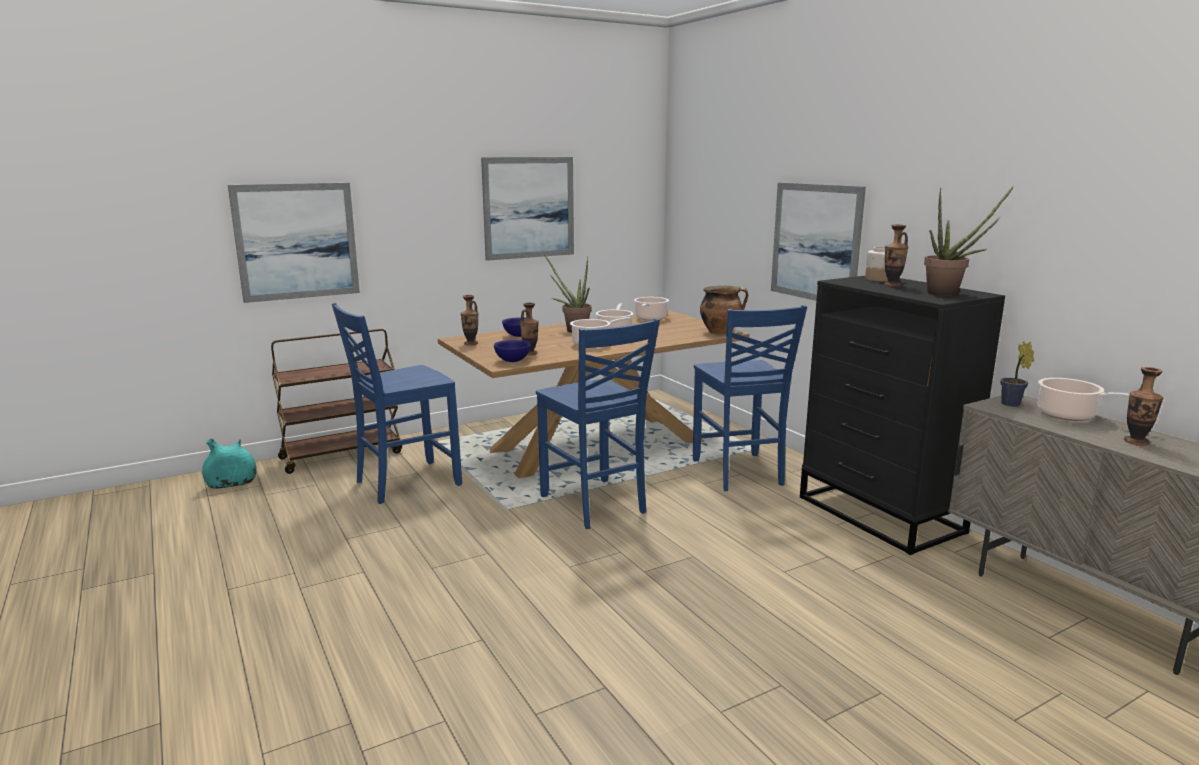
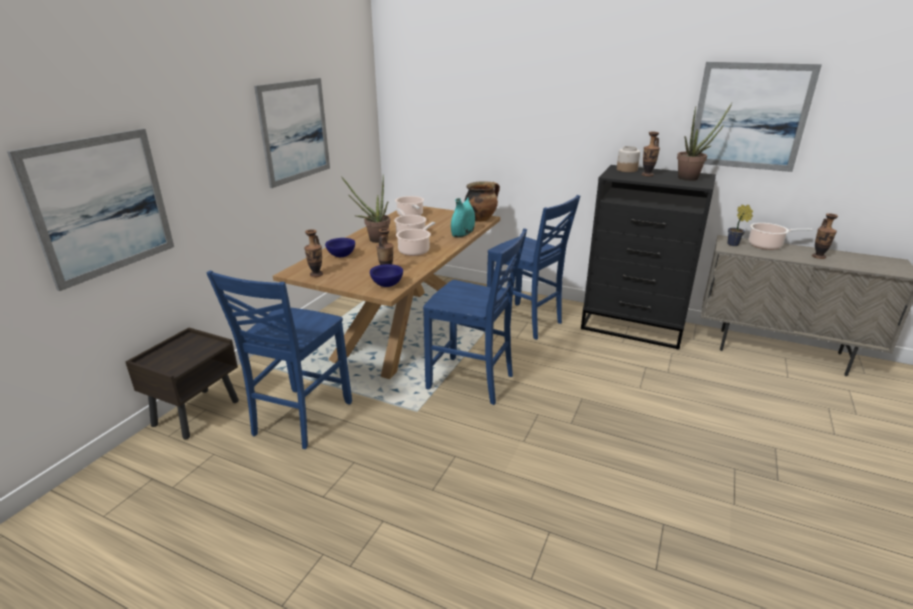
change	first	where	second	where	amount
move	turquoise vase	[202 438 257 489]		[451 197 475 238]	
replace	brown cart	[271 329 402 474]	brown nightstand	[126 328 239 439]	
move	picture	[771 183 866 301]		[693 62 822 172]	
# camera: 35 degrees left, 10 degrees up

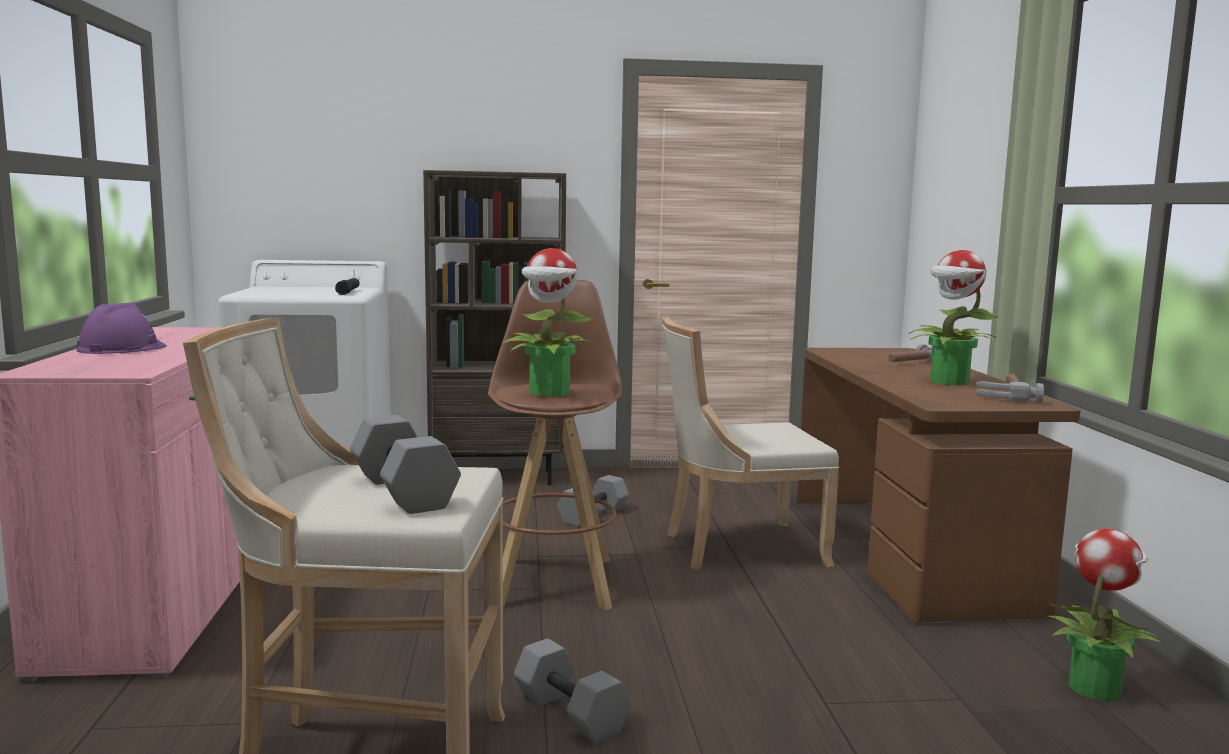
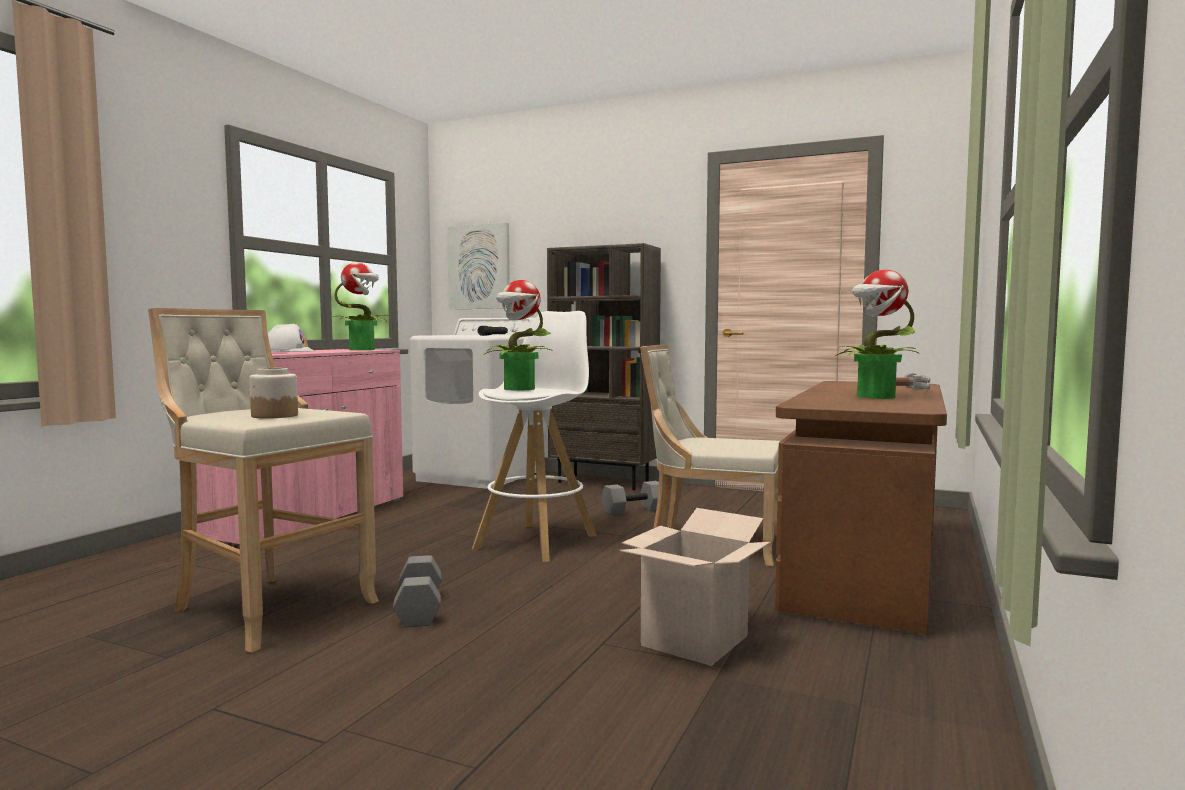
change	first	where	second	where	amount
recolor	purple hard hat	[76 302 167 354]	white hard hat	[268 324 315 352]	
replace	grey dumbbell	[350 415 461 514]	jar	[249 368 298 419]	
recolor	brown stool	[488 280 622 610]	white stool	[472 311 597 562]	
delete	hammer	[975 374 1044 403]			
move	potted plant	[1048 528 1163 701]		[333 263 390 350]	
insert			picture	[447 223 510 309]	
insert			cardboard box	[620 508 771 666]	
# camera: 30 degrees right, 5 degrees down

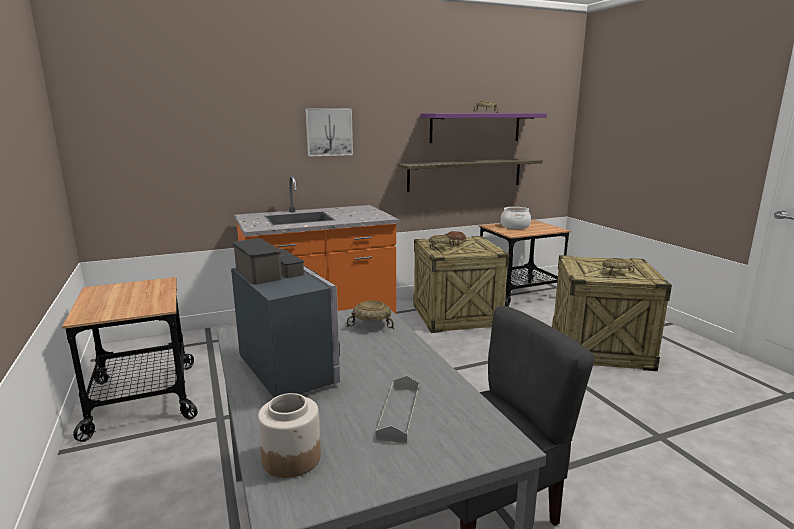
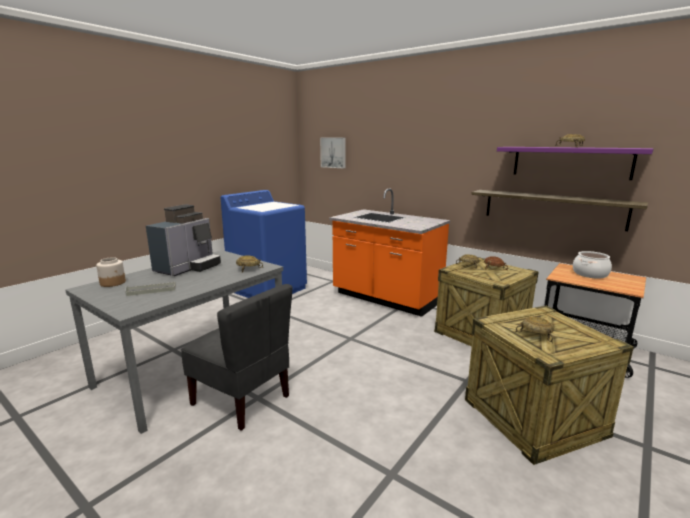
change	first	where	second	where	amount
replace	cart	[62 277 198 442]	blue washing machine	[221 190 307 298]	
move	picture	[306 109 353 157]		[320 137 346 168]	
# camera: 60 degrees right, 0 degrees up

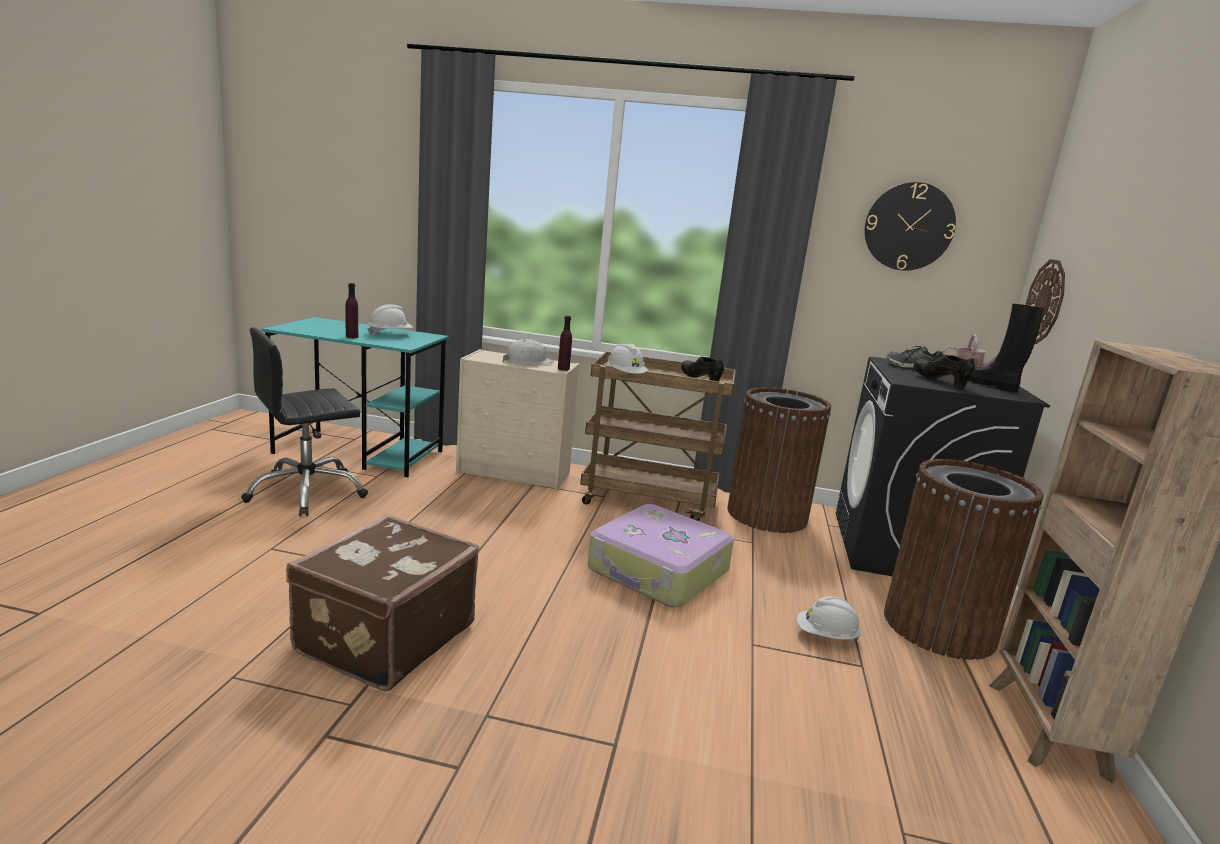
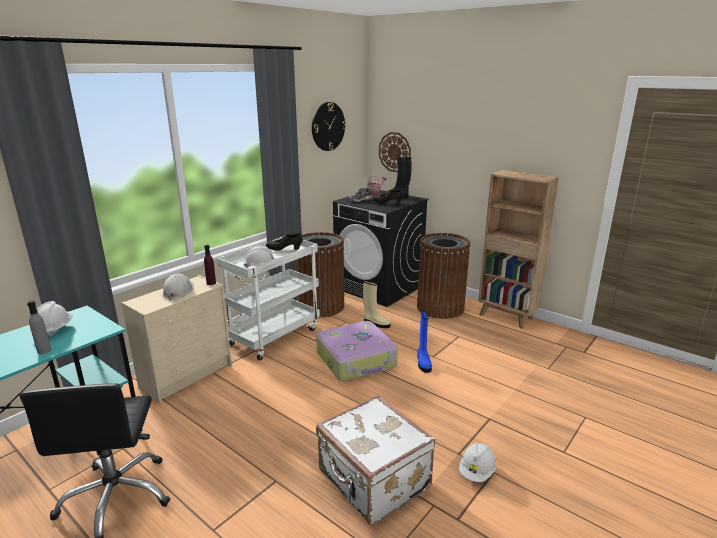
change	first	where	second	where	amount
recolor	brown suitcase	[286 514 479 691]	white suitcase	[316 395 435 525]	
recolor	purple bottle	[345 283 358 338]	grey bottle	[27 300 51 354]	
recolor	brown cart	[580 352 736 521]	white cart	[217 237 320 360]	
move	white hard hat	[797 596 861 641]		[459 442 496 482]	
insert			beige boot	[363 280 391 328]	
insert			blue boot	[417 310 432 373]	
# camera: 60 degrees left, 5 degrees up

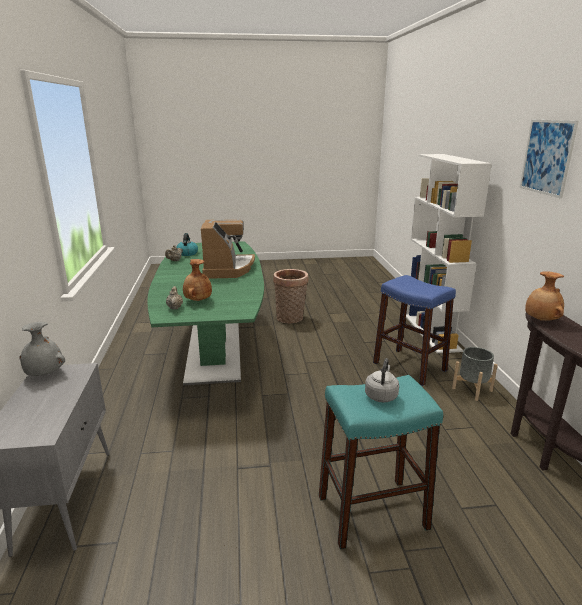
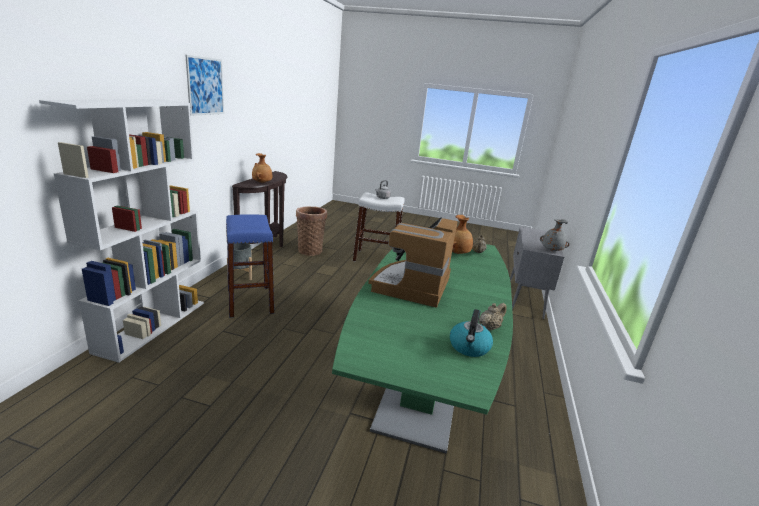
change	first	where	second	where	amount
move	basket	[273 269 308 324]		[296 206 327 256]	
recolor	turquoise stool	[319 375 443 549]	white stool	[353 192 404 261]	
# camera: 160 degrees left, 0 degrees up

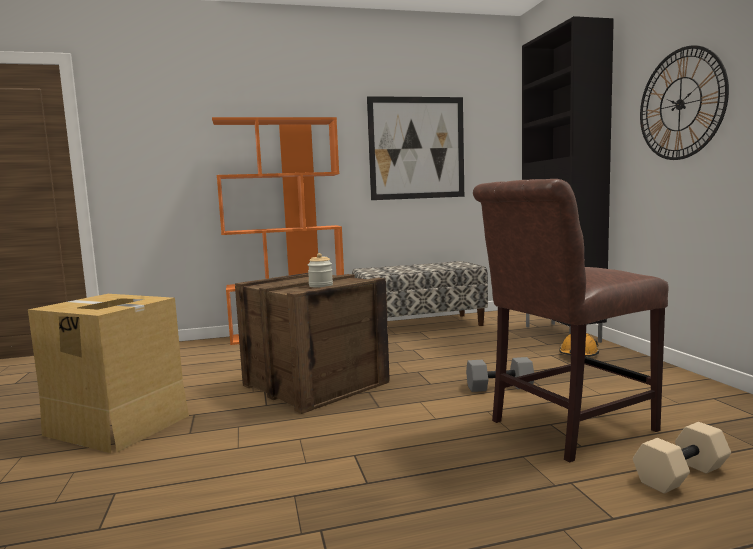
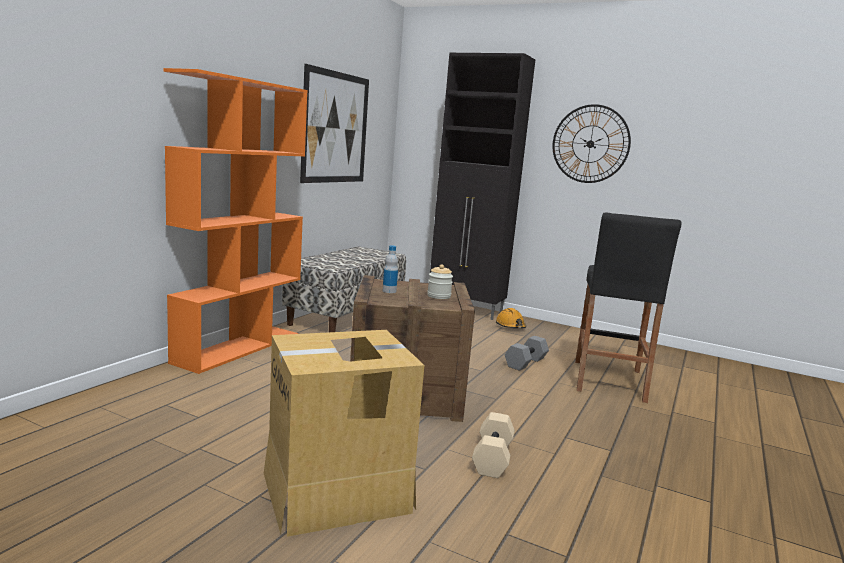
change	first	where	second	where	amount
replace	brown chair	[473 179 669 463]	black stool	[575 213 682 403]	
move	beige dumbbell	[633 422 731 494]		[472 412 515 478]	
insert			bottle	[383 245 398 293]	
# camera: 50 degrees left, 5 degrees up

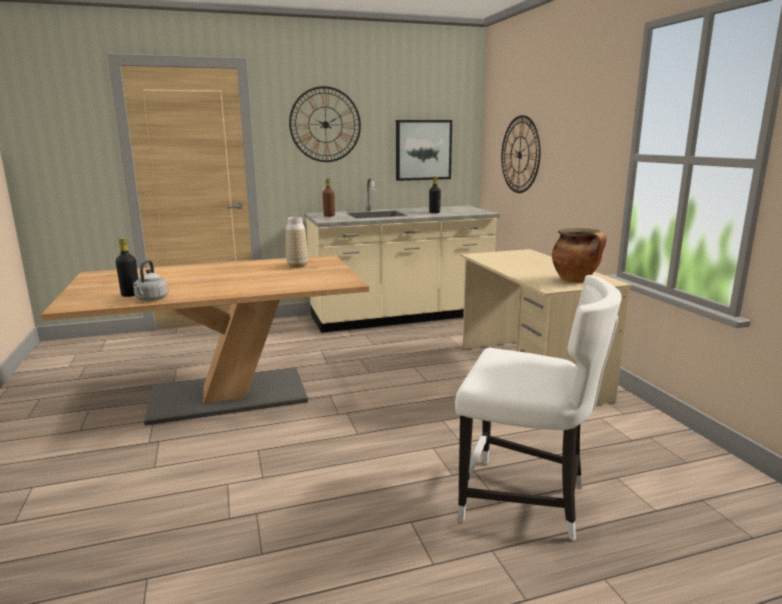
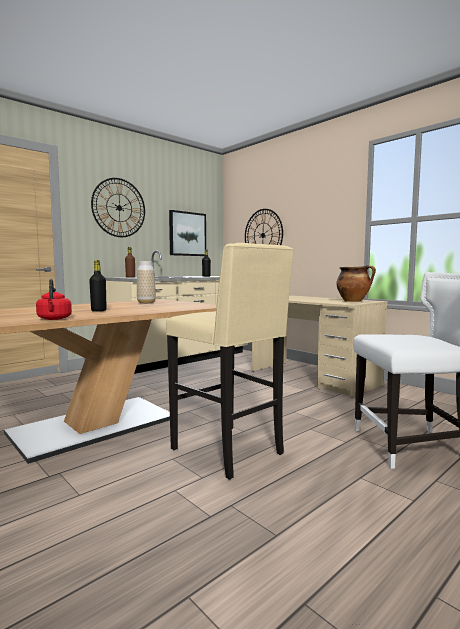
change	first	where	second	where	amount
move	black bottle	[116 238 138 297]		[89 260 106 312]	
recolor	grey kettle	[133 260 168 301]	red kettle	[36 279 72 320]	
insert			beige stool	[166 243 294 480]	
# camera: 25 degrees left, 10 degrees down

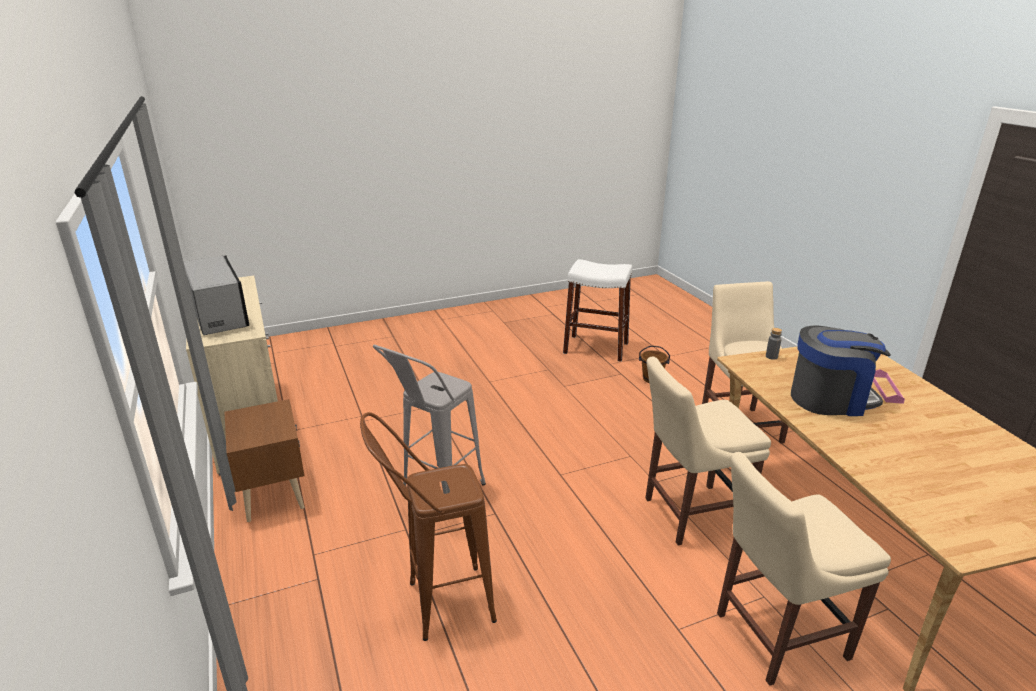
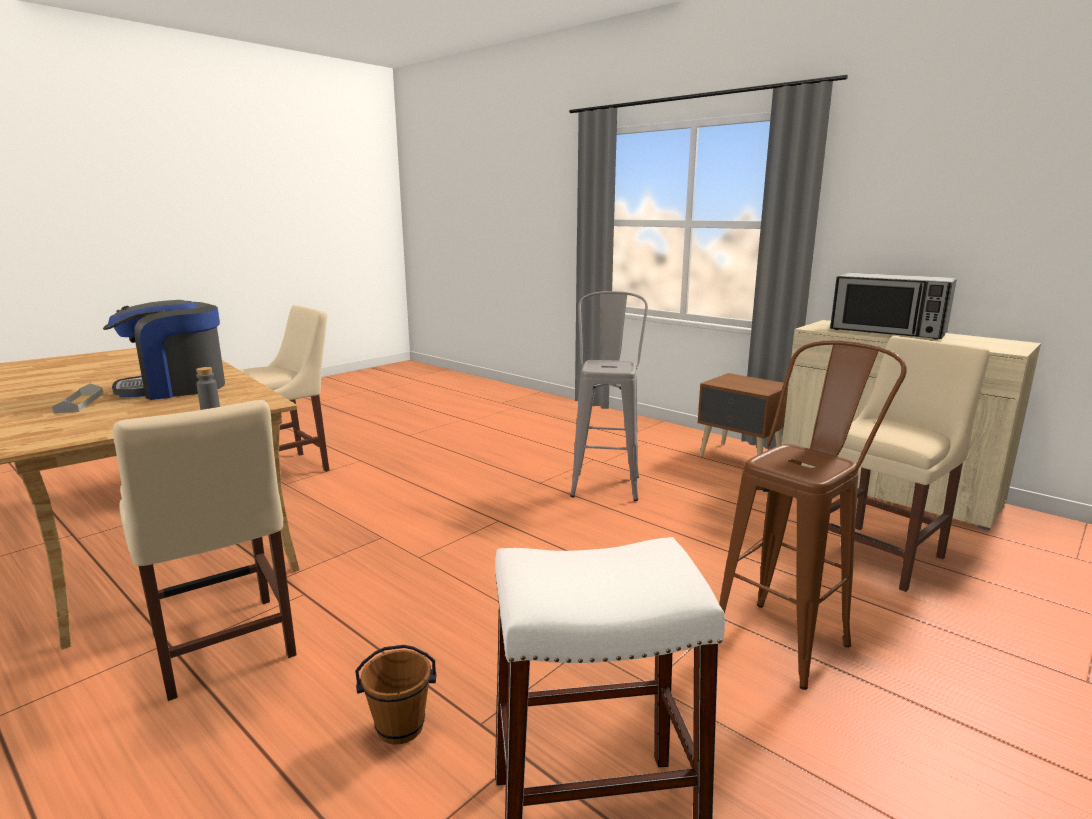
change	first	where	second	where	amount
move	brown stool	[360 412 497 641]		[719 340 907 690]	
move	beige chair	[645 357 771 545]		[828 336 990 592]	
recolor	pink tray	[873 369 905 404]	grey tray	[52 384 104 414]	
# camera: 155 degrees right, 10 degrees down

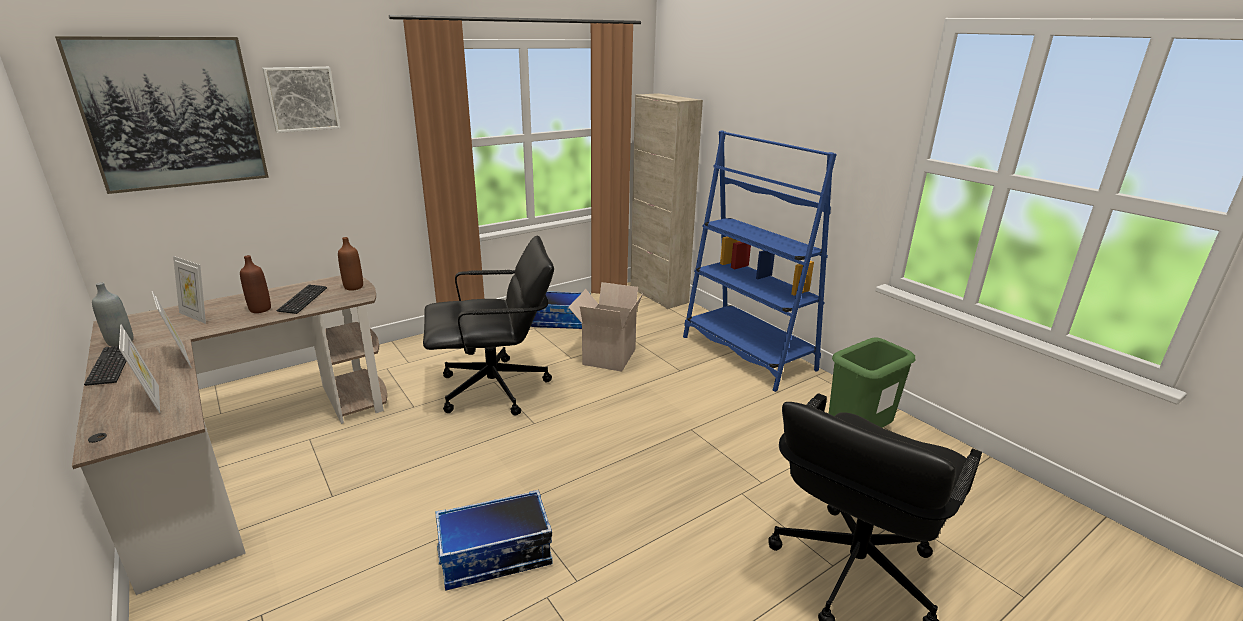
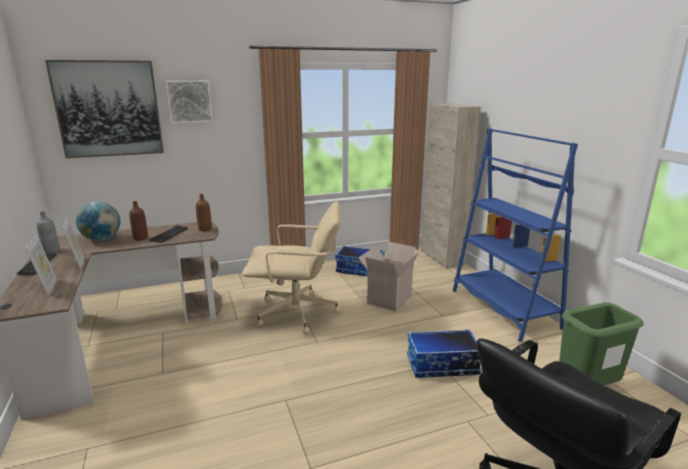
change	first	where	second	where	amount
replace	picture frame	[173 256 206 324]	globe	[76 202 120 241]	
recolor	black office chair	[423 235 554 416]	beige office chair	[242 201 340 334]	
move	storage box	[435 490 552 591]		[407 329 481 378]	
# camera: 15 degrees right, 5 degrees down

